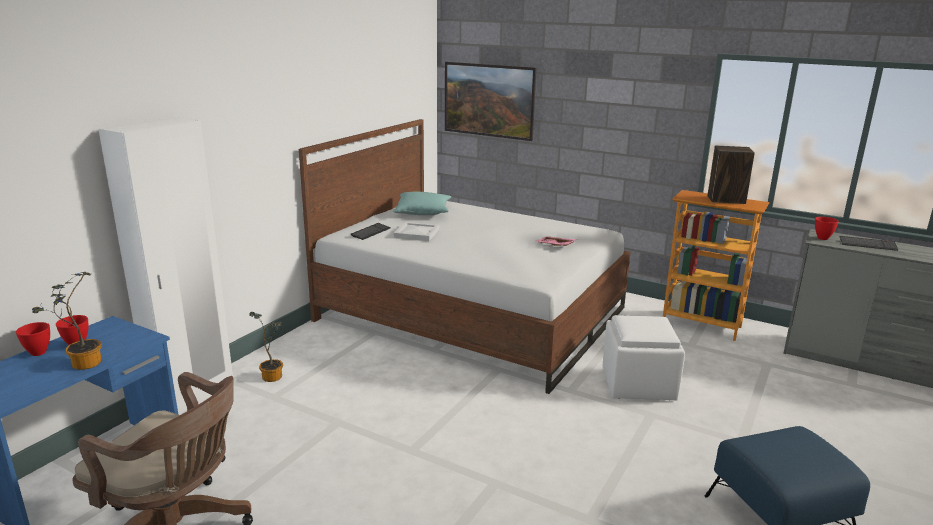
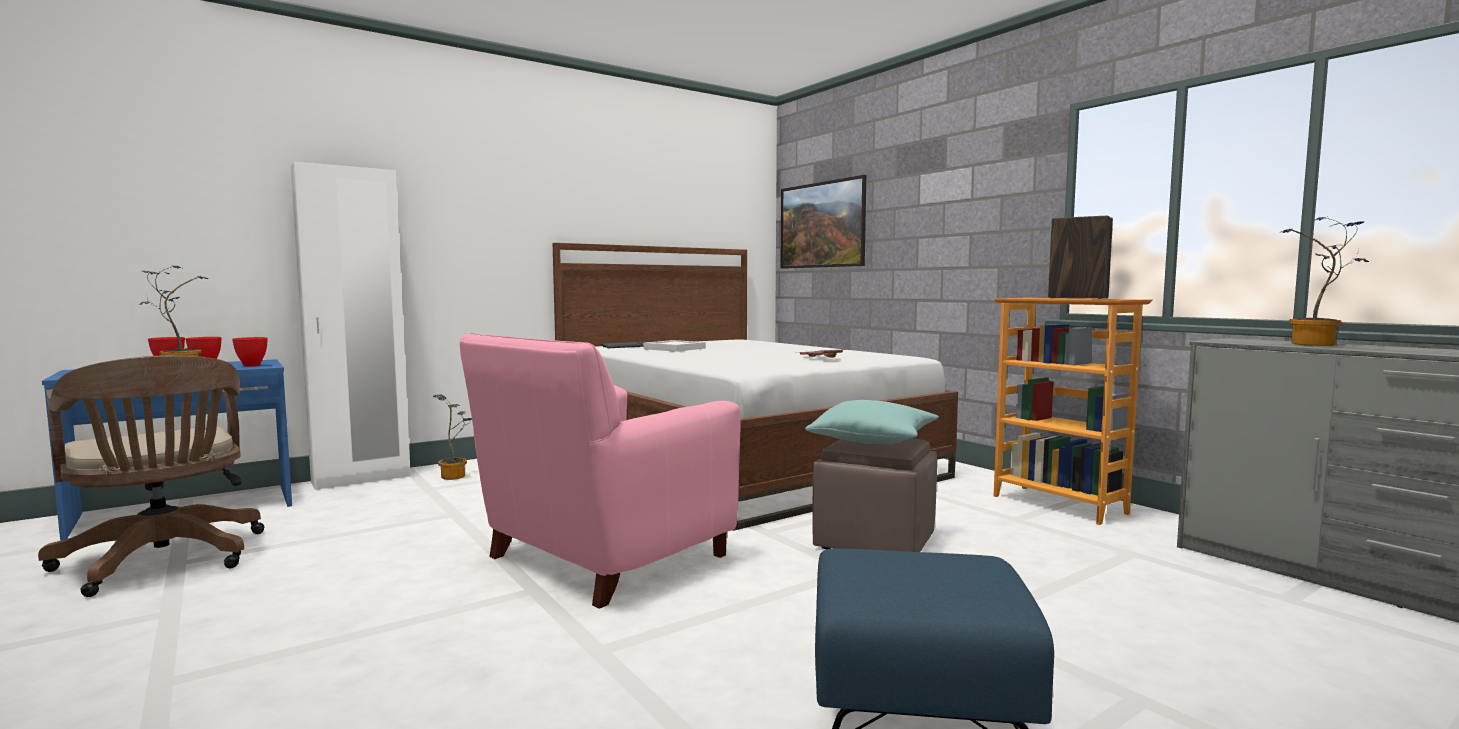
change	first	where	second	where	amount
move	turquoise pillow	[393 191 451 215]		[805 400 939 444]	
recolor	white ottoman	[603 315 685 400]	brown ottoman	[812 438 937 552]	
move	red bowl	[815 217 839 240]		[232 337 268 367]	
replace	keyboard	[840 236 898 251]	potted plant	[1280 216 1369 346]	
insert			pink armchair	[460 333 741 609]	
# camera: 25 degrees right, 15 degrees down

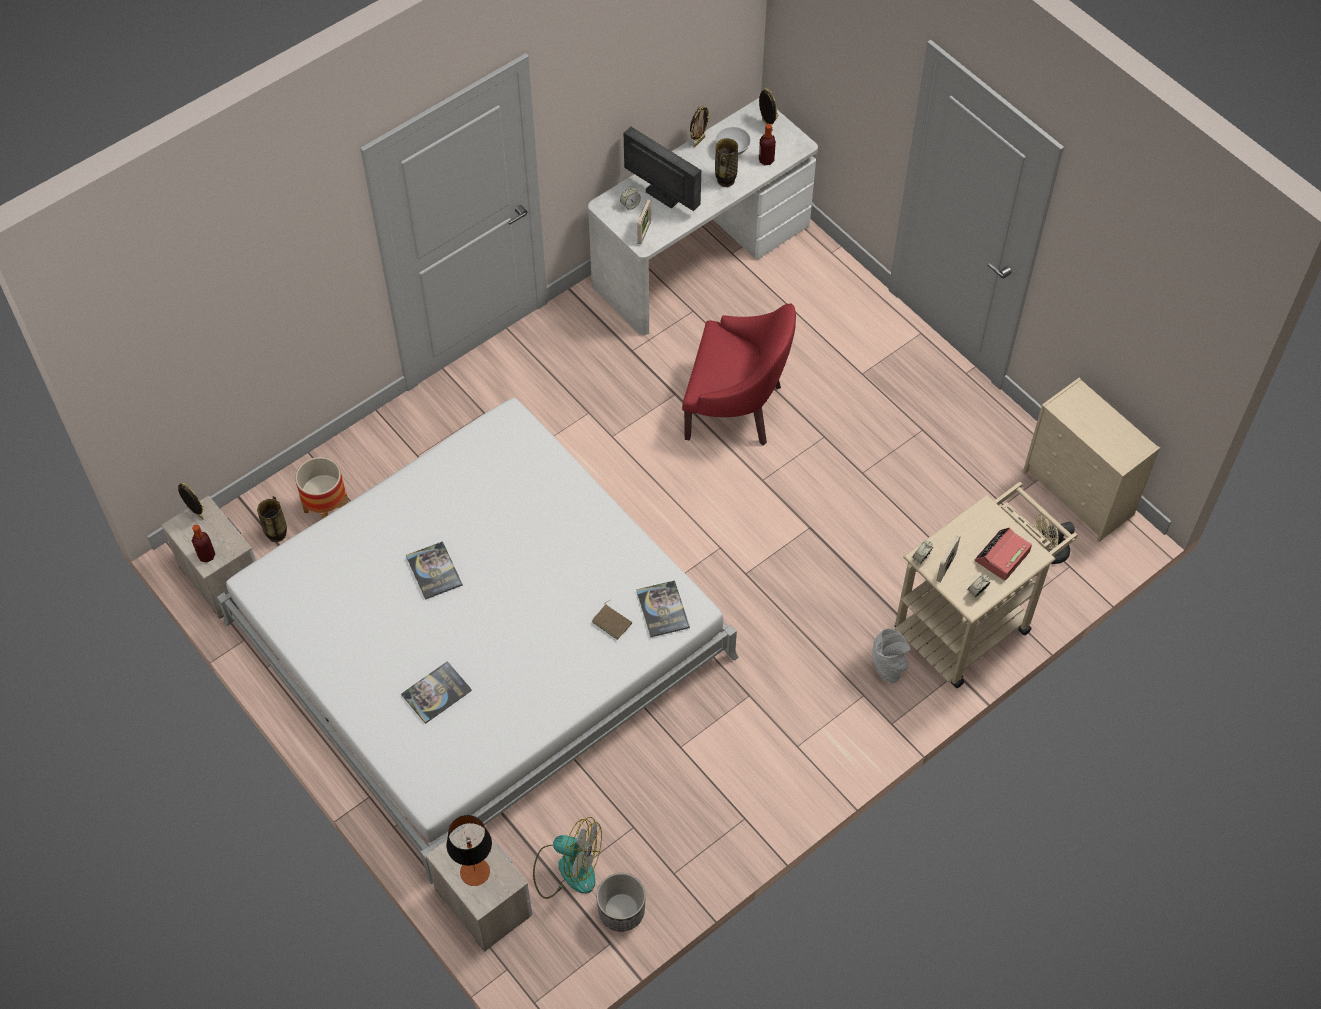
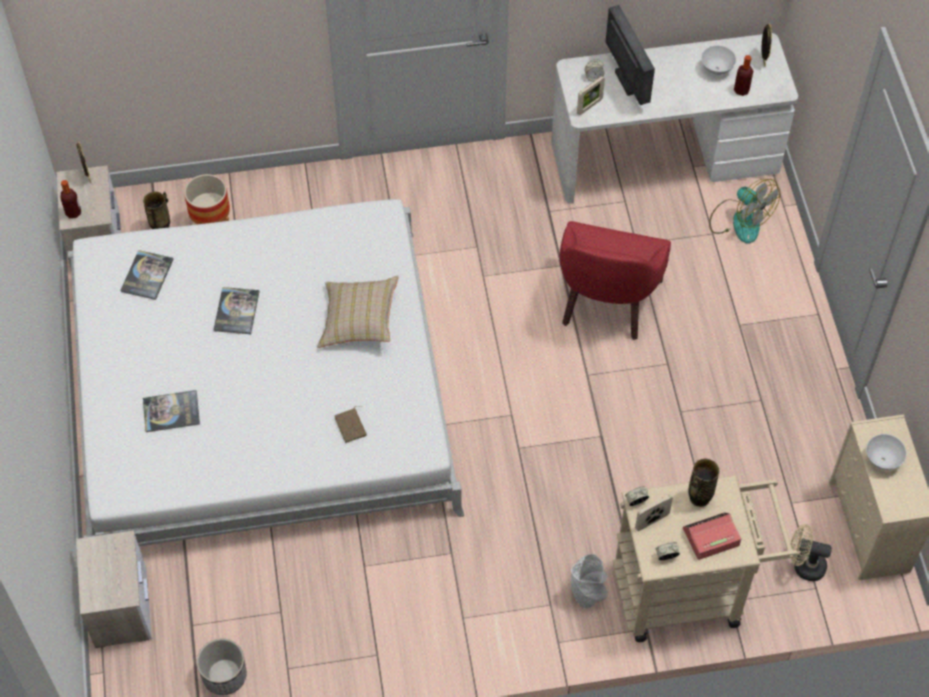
change	first	where	second	where	amount
delete	table lamp	[446 815 492 886]			
move	fan	[533 817 602 899]		[709 179 780 244]	
move	book	[636 580 690 637]		[120 250 173 300]	
rotate	red armchair	[682 304 796 446]		[560 221 671 340]	60 degrees clockwise
delete	picture frame	[690 106 710 147]			
move	vase	[715 138 738 187]		[689 459 719 507]	
insert			beige pillow	[317 275 399 348]	
insert			white bowl	[866 434 907 470]	
# camera: 30 degrees right, 0 degrees up

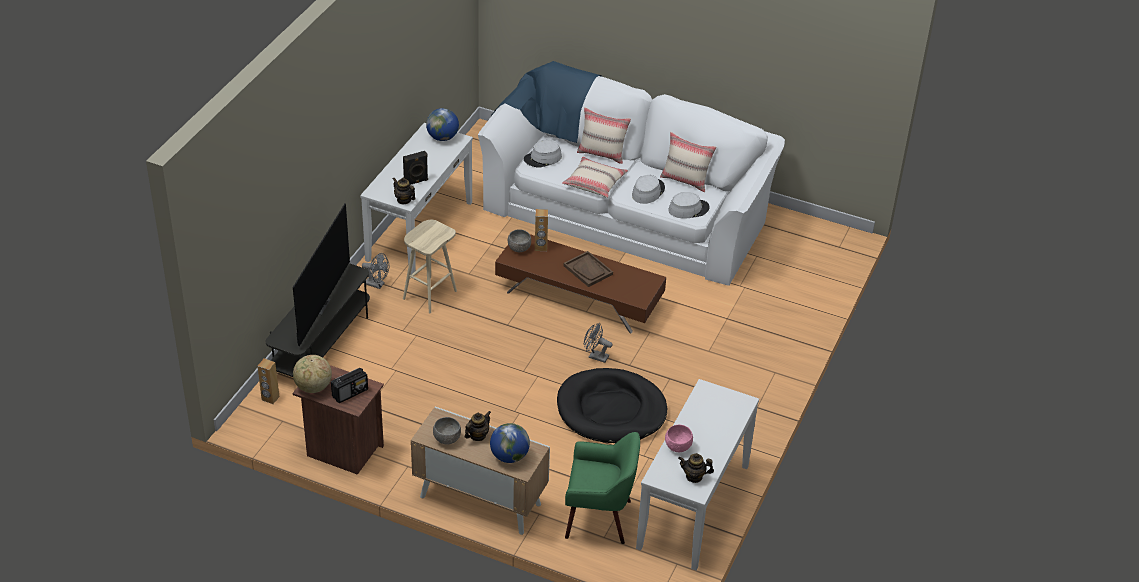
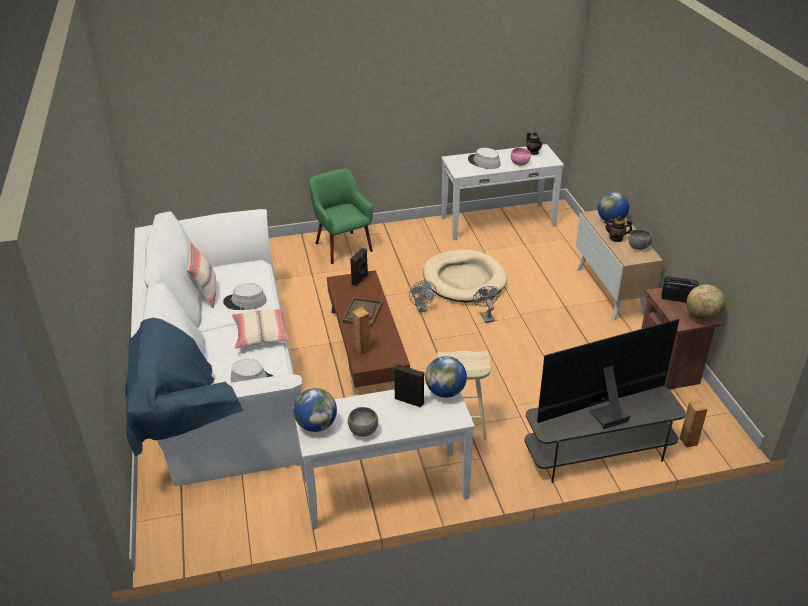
change	first	where	second	where	amount
move	grey fan	[362 253 389 289]		[473 286 500 323]	
replace	teapot	[393 177 416 204]	globe	[425 356 467 398]	
move	grey bowl	[508 229 531 252]		[348 407 378 437]	
recolor	black dog bed	[557 368 667 443]	beige dog bed	[423 250 507 302]	
move	green armchair	[565 432 640 544]		[309 169 373 264]	
delete	beige pillow	[577 107 631 164]			
move	grey hat	[668 192 710 218]		[468 148 500 169]	
insert			black speaker	[350 248 368 286]	
# camera: 125 degrees left, 5 degrees down

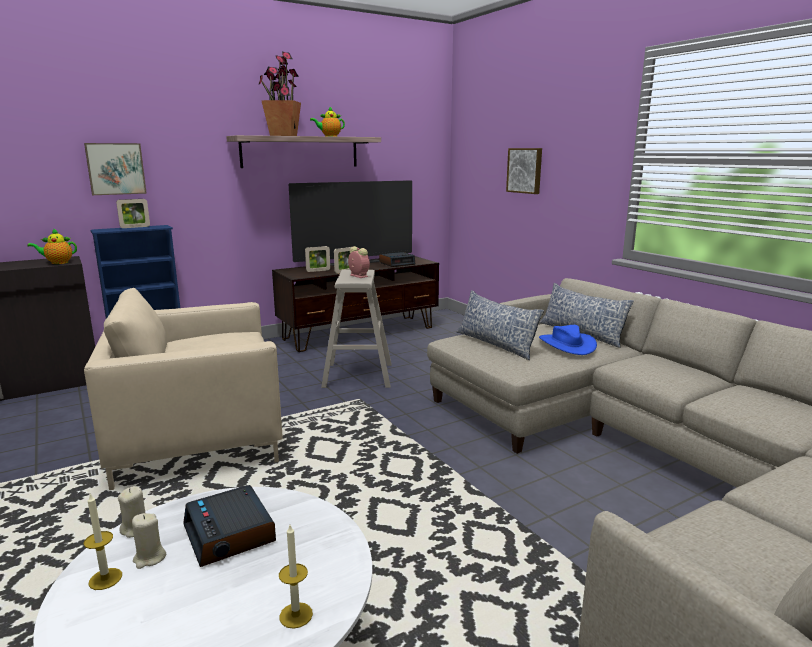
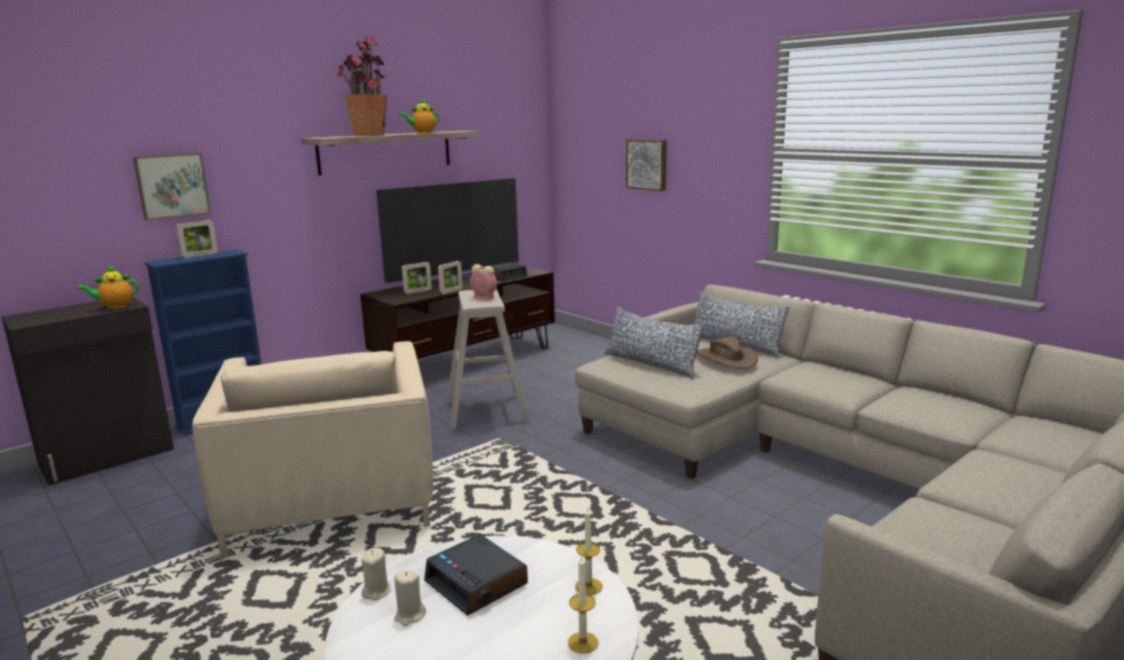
change	first	where	second	where	amount
rotate	beige armchair	[84 288 283 490]		[192 341 433 558]	75 degrees counterclockwise
move	candle	[84 494 122 590]		[575 506 603 595]	
recolor	blue hat	[539 325 597 355]	brown hat	[697 336 758 369]	
# camera: 10 degrees left, 0 degrees up

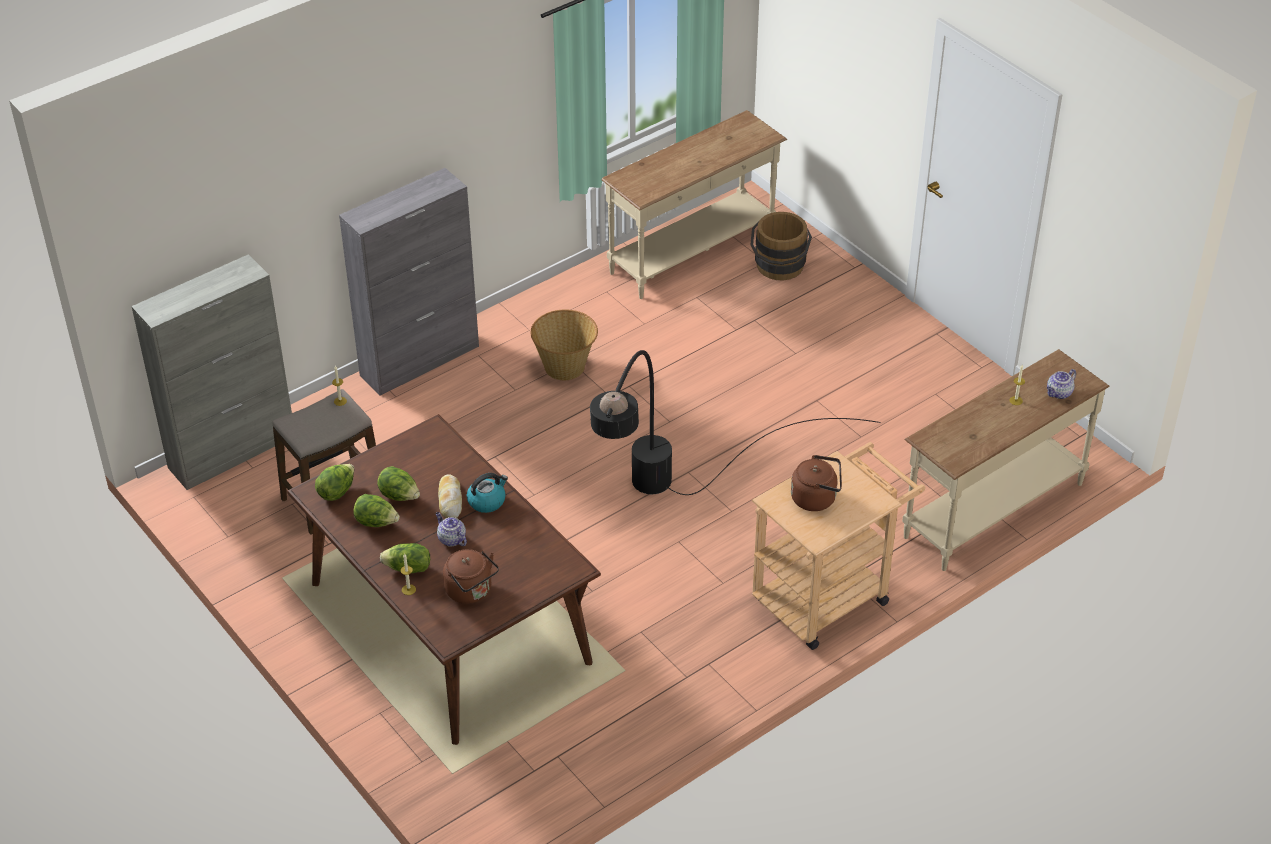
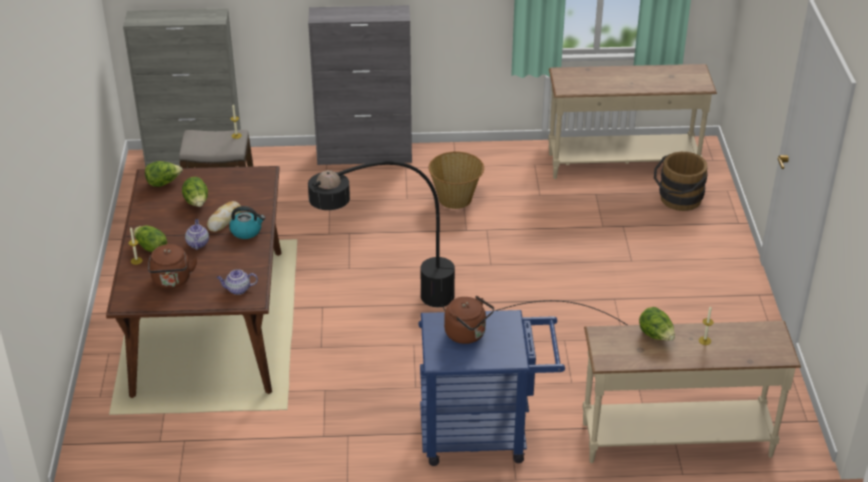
change	first	where	second	where	amount
move	lettuce	[353 494 400 527]		[639 307 675 341]	
recolor	beige cart	[752 442 925 650]	blue cart	[419 310 565 466]	
move	teapot	[1047 369 1076 399]		[217 269 258 295]	
# camera: 35 degrees right, 5 degrees down

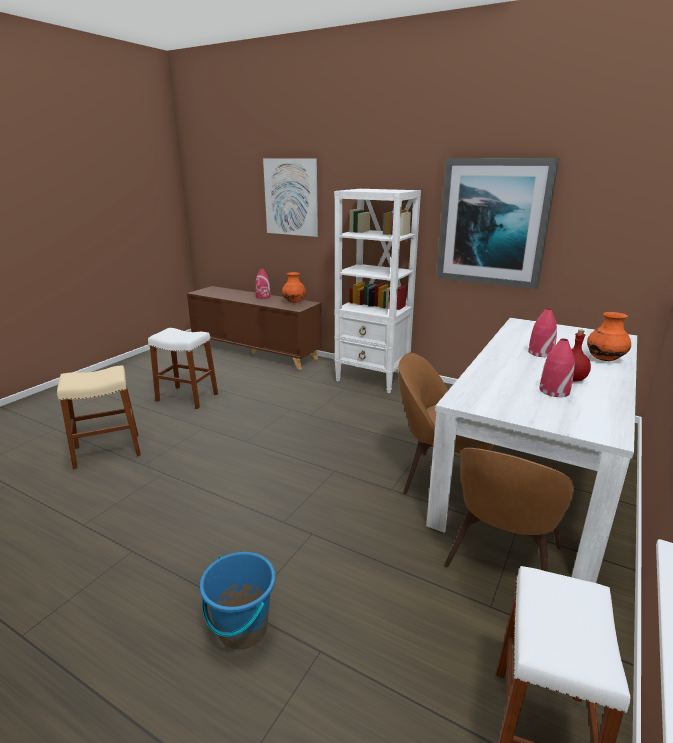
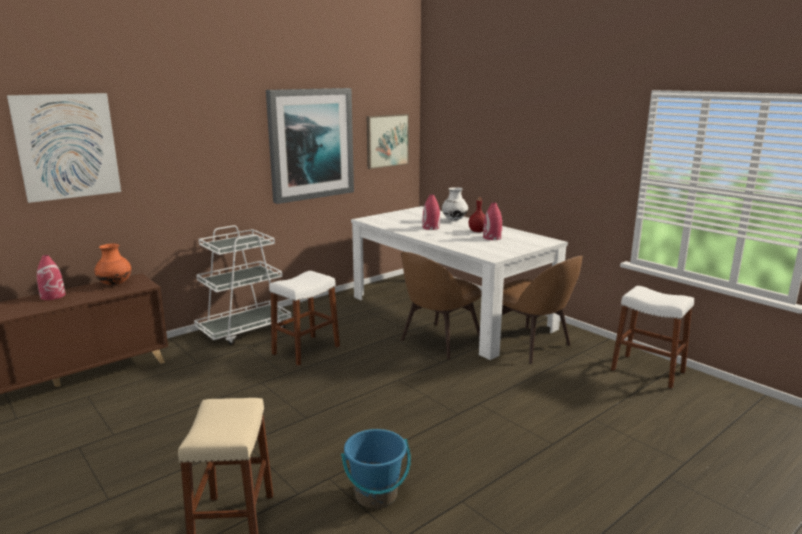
change	first	where	second	where	amount
move	white stool	[148 328 218 409]		[269 271 340 366]	
move	blue bucket	[200 552 276 649]		[341 429 411 509]	
replace	white bookcase	[334 189 421 393]	white cart	[194 225 291 345]	
recolor	orange vase	[587 312 631 361]	white vase	[442 187 468 220]	
insert			picture	[367 114 409 169]	
# camera: 70 degrees left, 5 degrees down

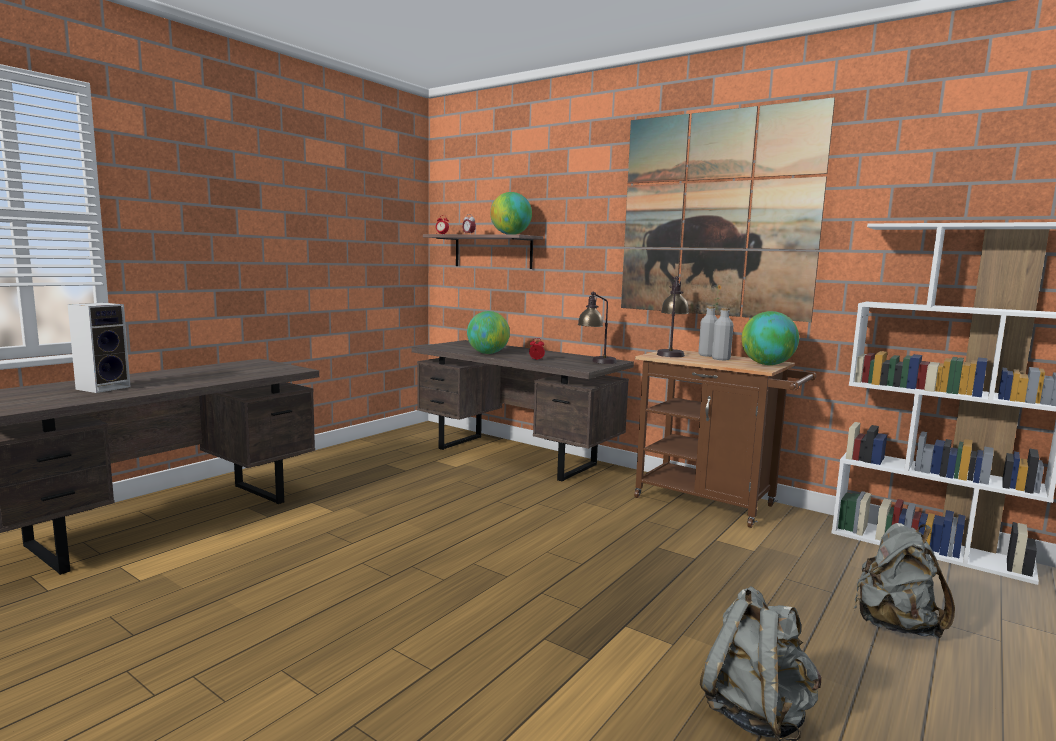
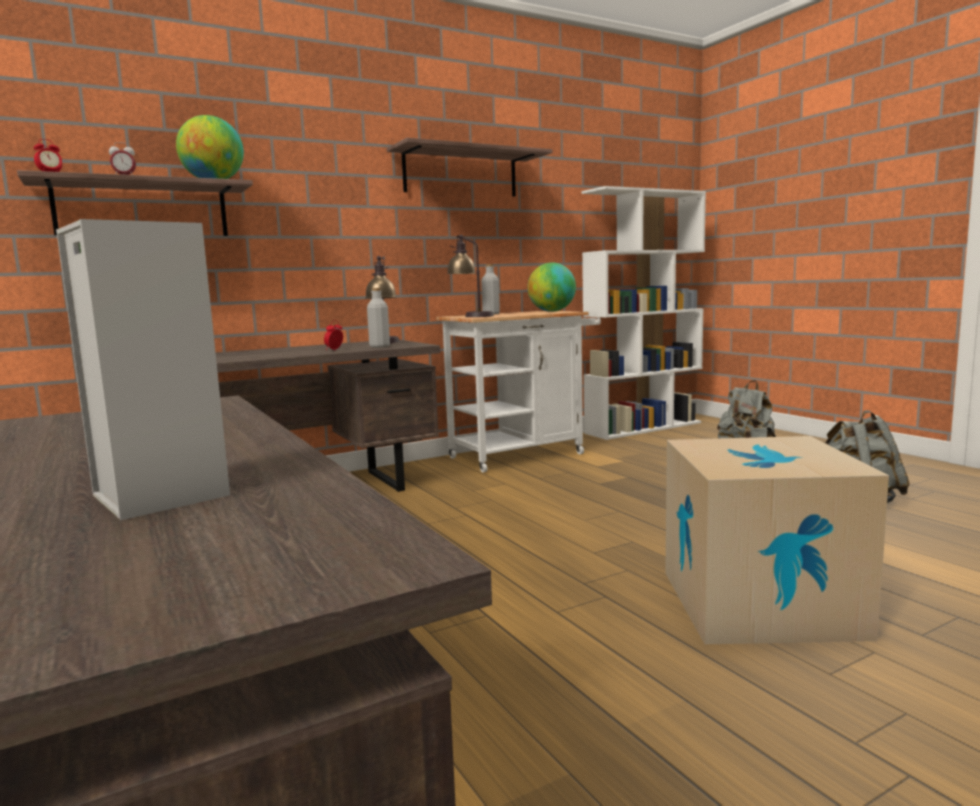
change	first	where	second	where	amount
delete	globe	[467 311 510 354]			
replace	picture	[621 97 835 322]	shelf	[387 138 553 196]	
recolor	brown cart	[634 349 816 528]	white cart	[436 311 601 473]	
move	grey bottle	[712 308 733 360]		[367 288 390 348]	
insert			cardboard box	[665 436 889 644]	
# camera: 65 degrees left, 0 degrees up

